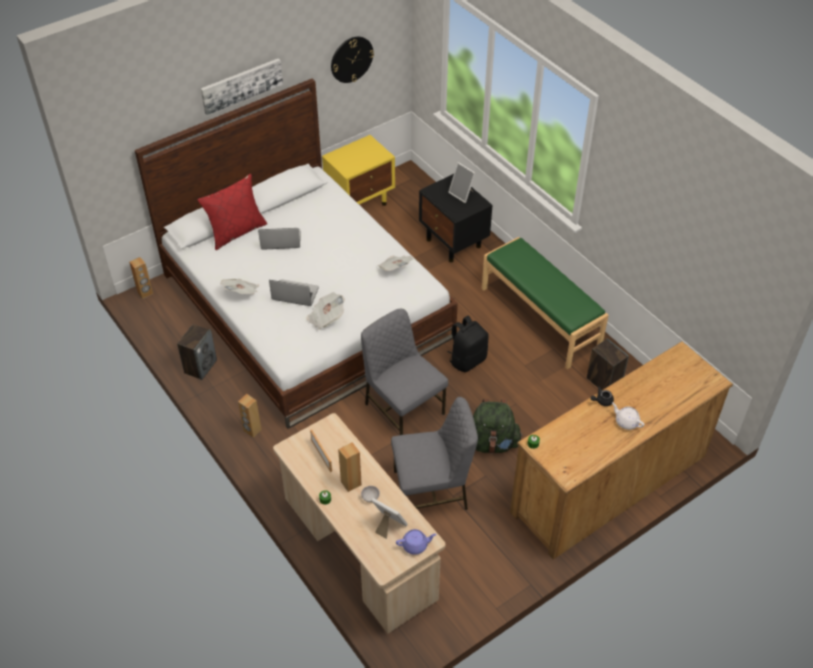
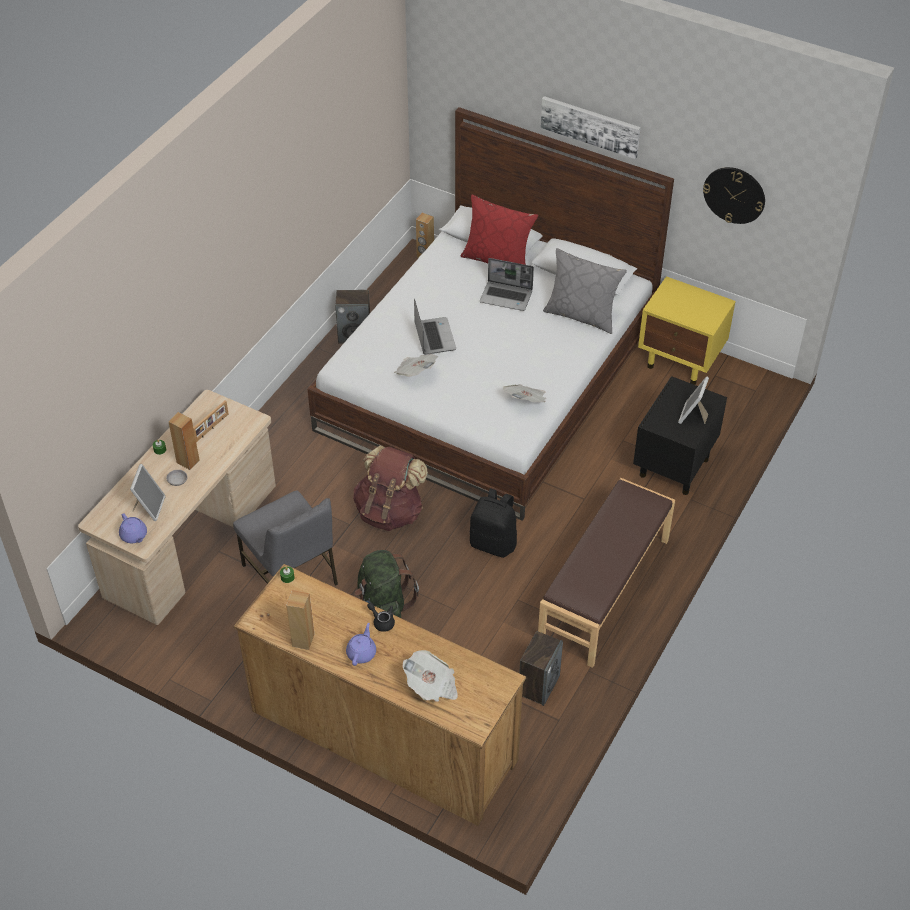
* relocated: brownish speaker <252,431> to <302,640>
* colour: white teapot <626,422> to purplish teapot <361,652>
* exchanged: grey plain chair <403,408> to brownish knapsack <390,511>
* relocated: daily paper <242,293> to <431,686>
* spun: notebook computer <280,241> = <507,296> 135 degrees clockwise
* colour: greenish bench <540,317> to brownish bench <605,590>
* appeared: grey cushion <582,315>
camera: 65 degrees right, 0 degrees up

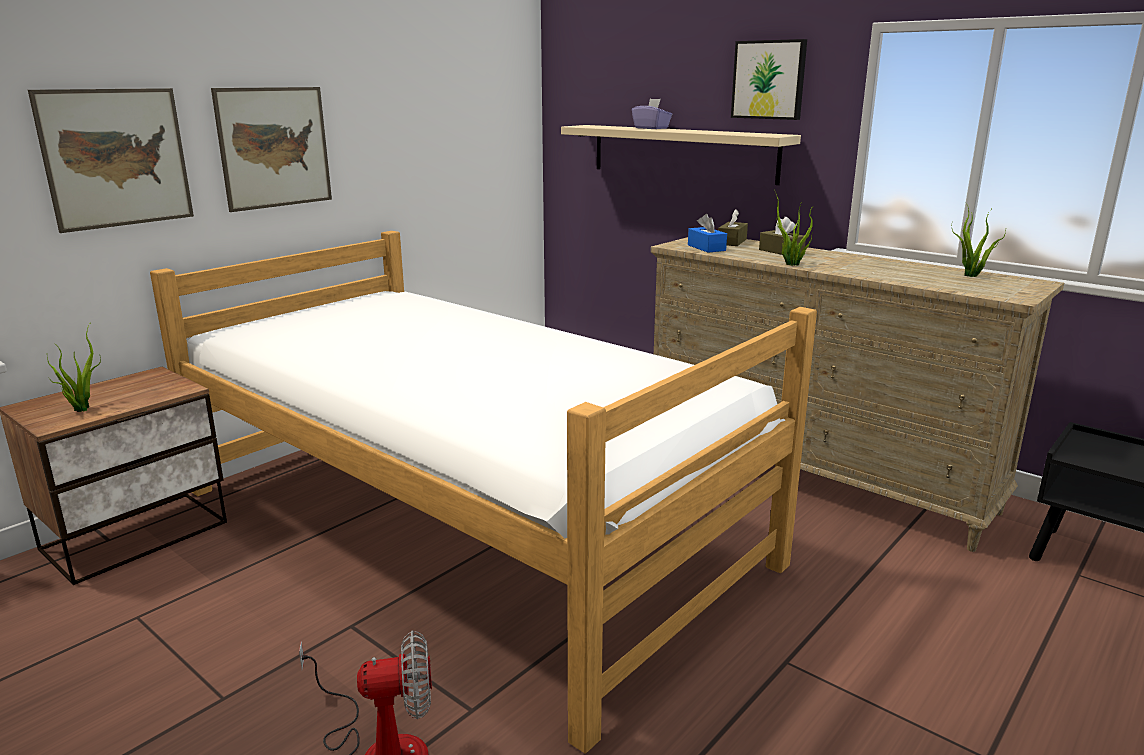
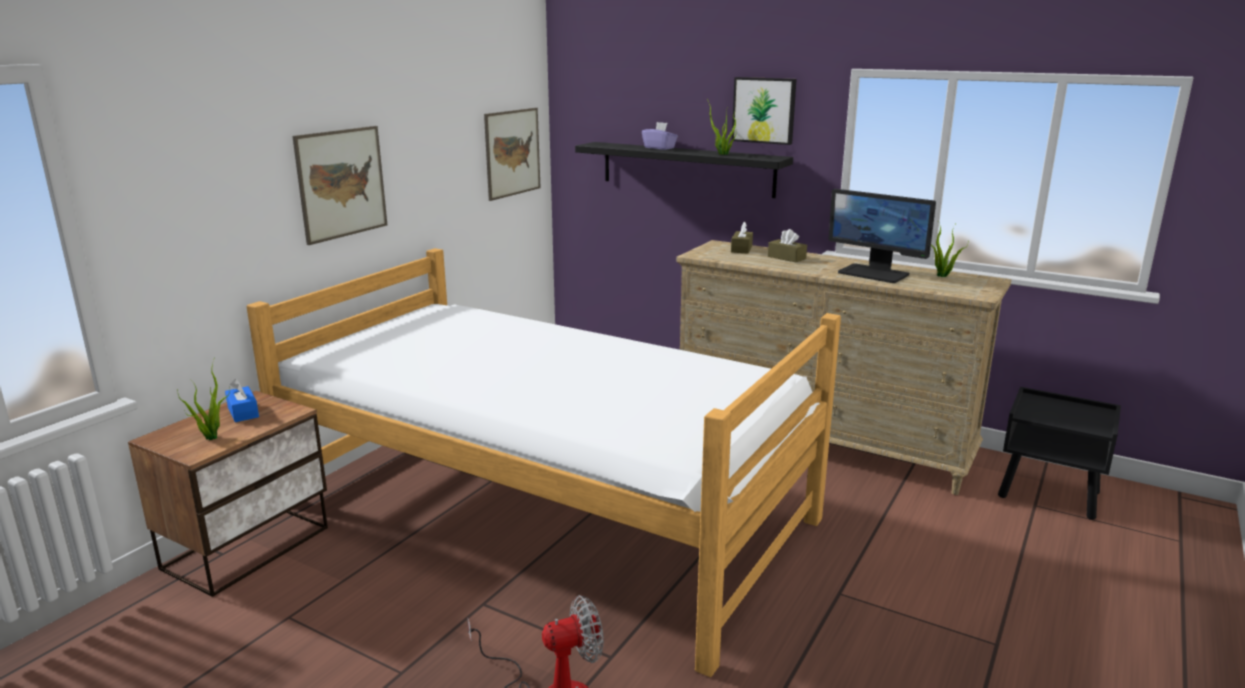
* relocated: blue tissue box <706,248> to <243,412>
* relocated: picture <116,158> to <512,153>
* colour: beige bracket shelf <682,153> to blackish bracket shelf <687,169>
* relocated: houseplant <790,264> to <721,154>
* appeared: computer screen <874,273>
camera: 10 degrees left, 0 degrees up

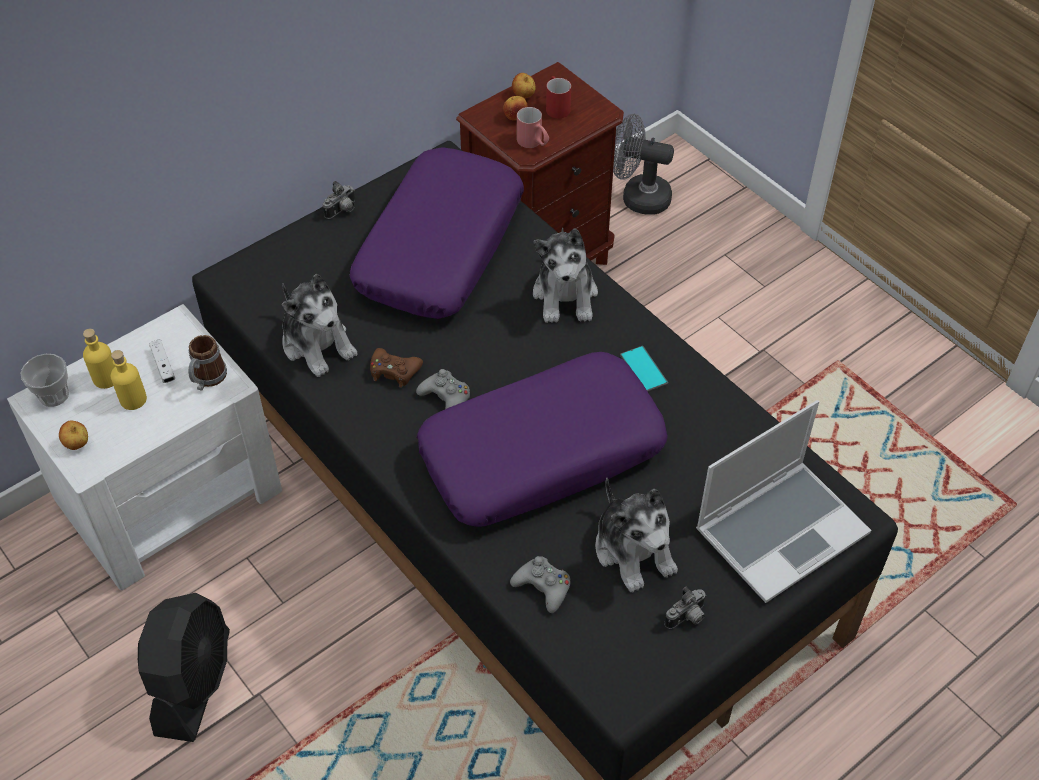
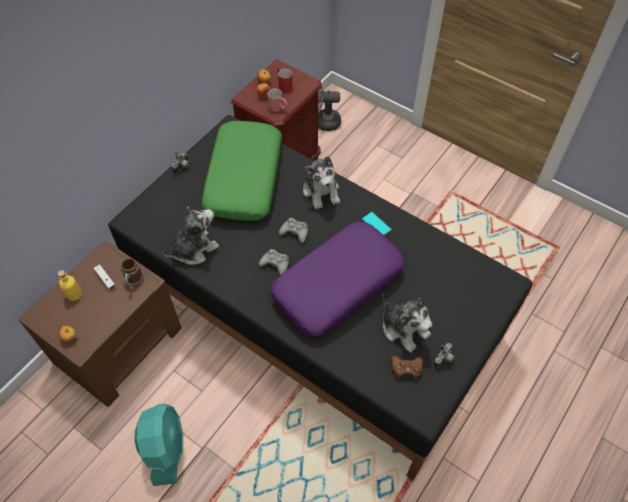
* colour: white bedside table <170,494> to brownish bedside table <119,344>
* colour: blackish fan <193,682> to turquoise fan <166,449>
* spun: soft toy <318,344> = <194,248> 75 degrees counterclockwise
* colour: purplish cushion <439,247> to greenish cushion <244,178>
* relocated: grey game controller <543,587> to <295,232>
* relocated: brownish game controller <394,371> to <406,369>
* missing: small cup <53,395>
* missing: yellow-coloured bottle <133,399>
* missing: notebook computer <781,530>
camera: 15 degrees left, 5 degrees up

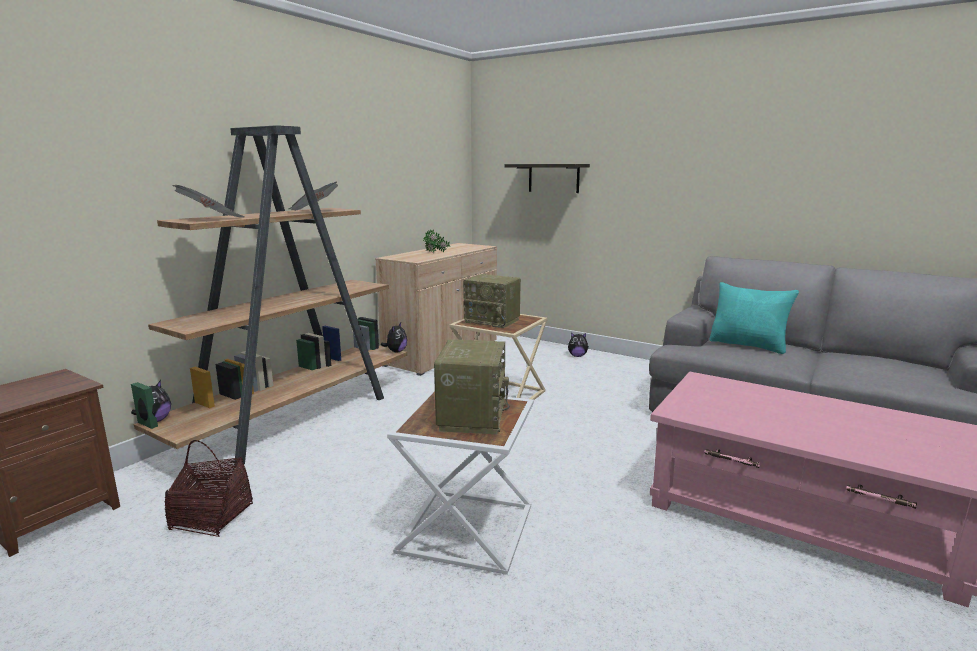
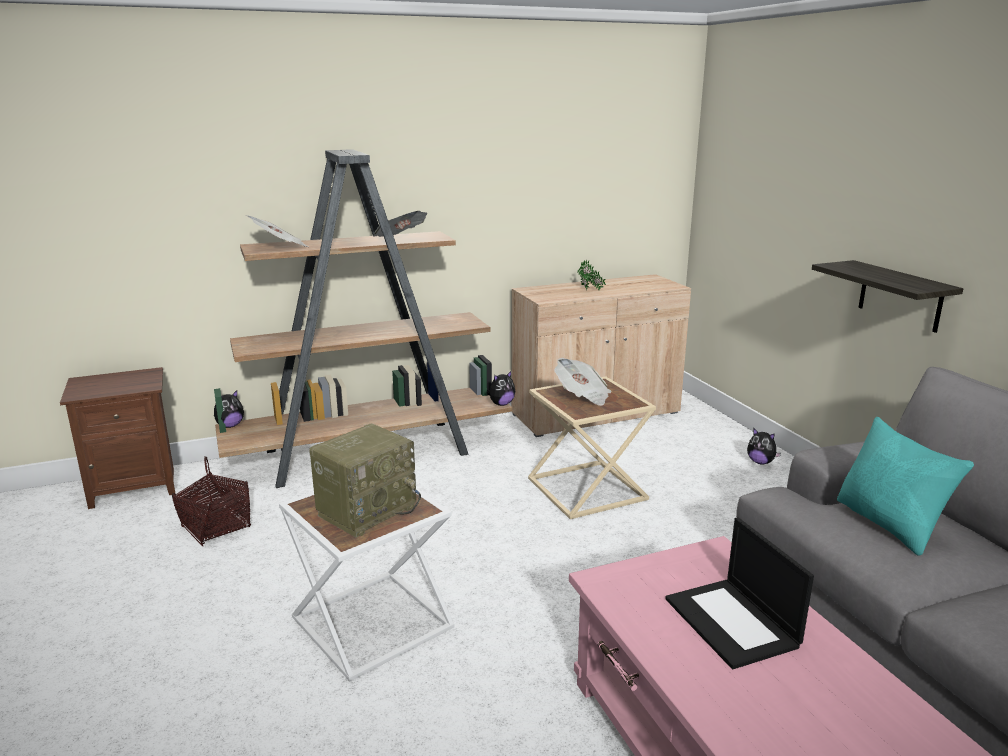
* exchanged: radio <493,321> to daily paper <582,396>
* appeared: notebook computer <733,623>
* relocated: bracket shelf <553,178> to <900,296>
camera: 35 degrees right, 5 degrees up

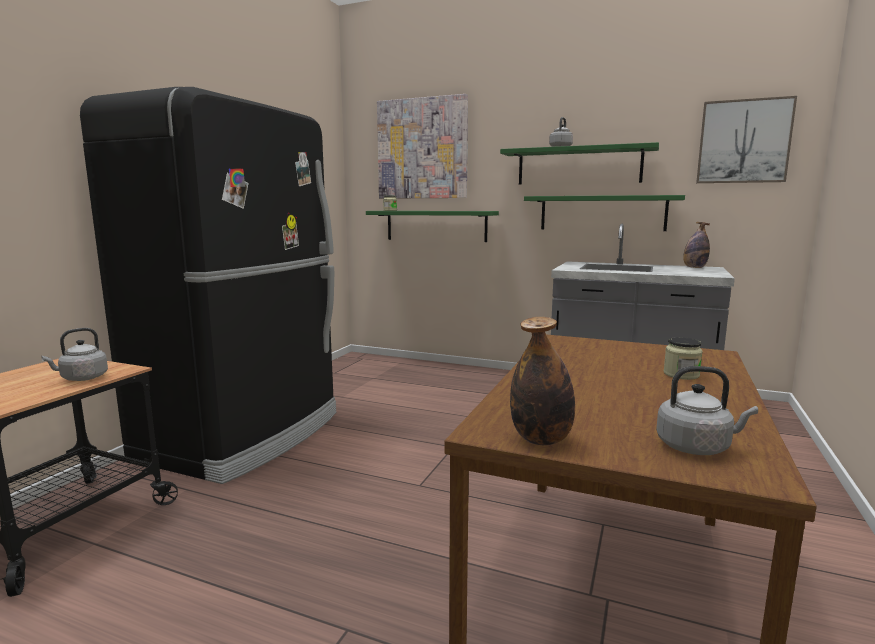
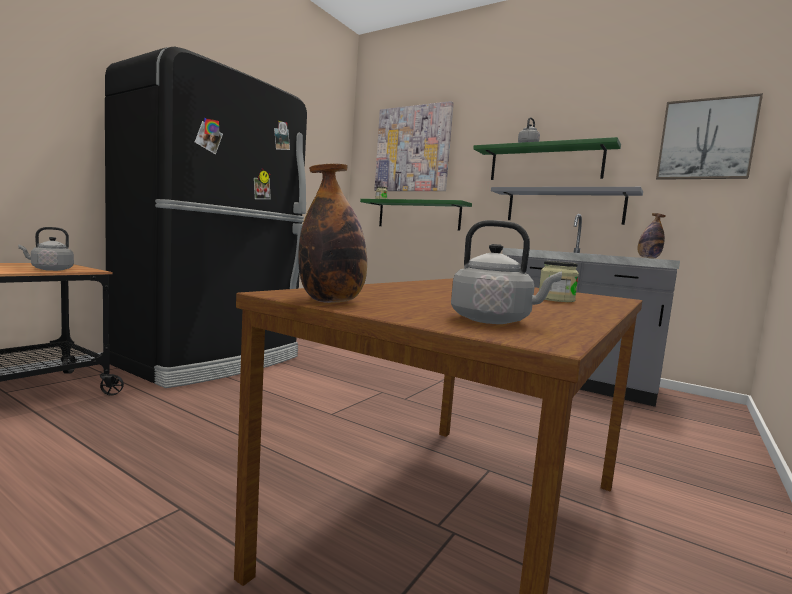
* colour: greenish bracket shelf <602,213> to grey bracket shelf <564,206>
camera: 10 degrees right, 5 degrees down

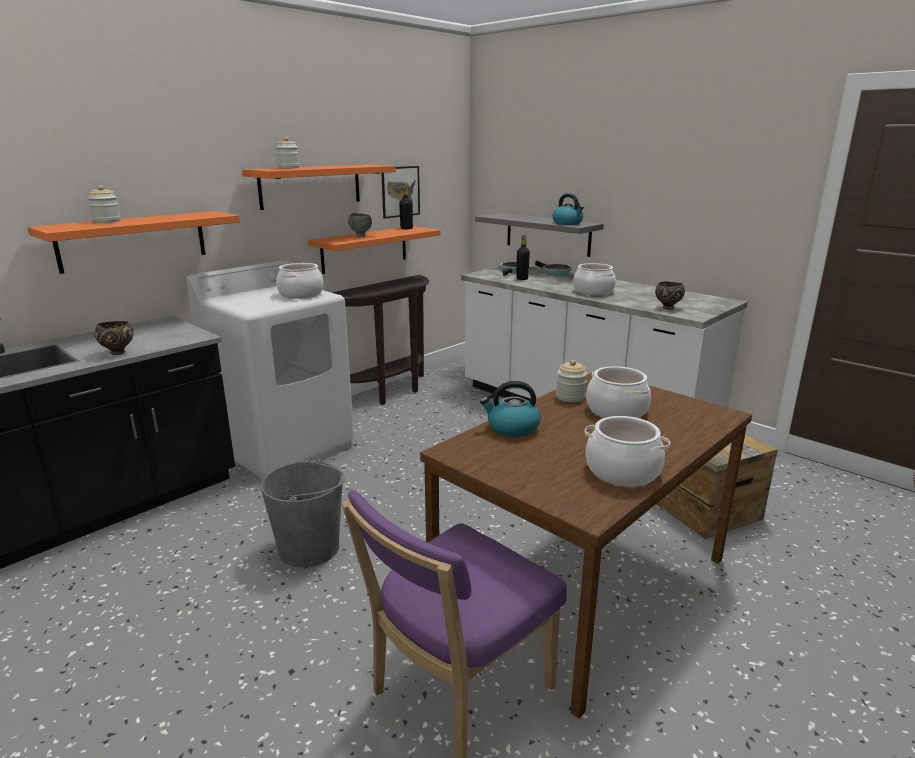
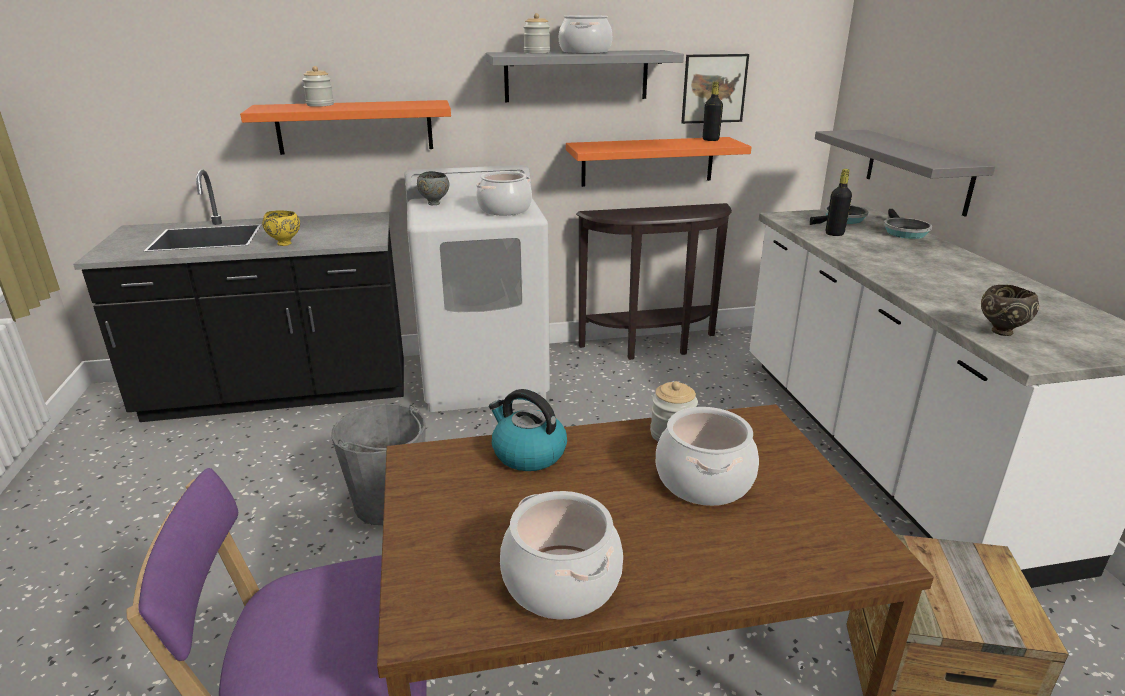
* colour: brownish bowl <118,352> to yellow-coloured bowl <285,243>
* relocated: grey bowl <361,236> to <434,204>
* colour: orangey bracket shelf <311,186> to grey bracket shelf <576,76>
* relocated: cooking pot <593,292> to <585,52>
* missing: tea kettle <568,223>
camera: 35 degrees right, 5 degrees up

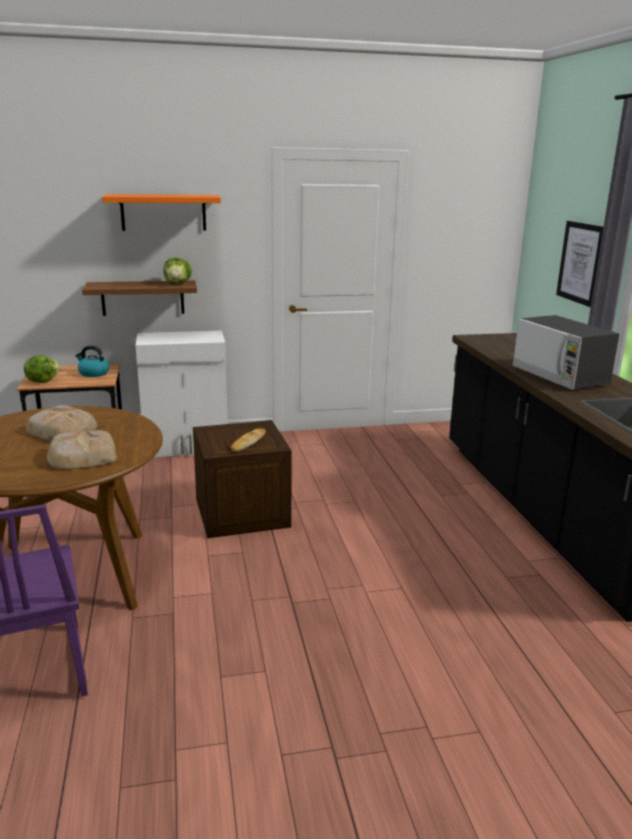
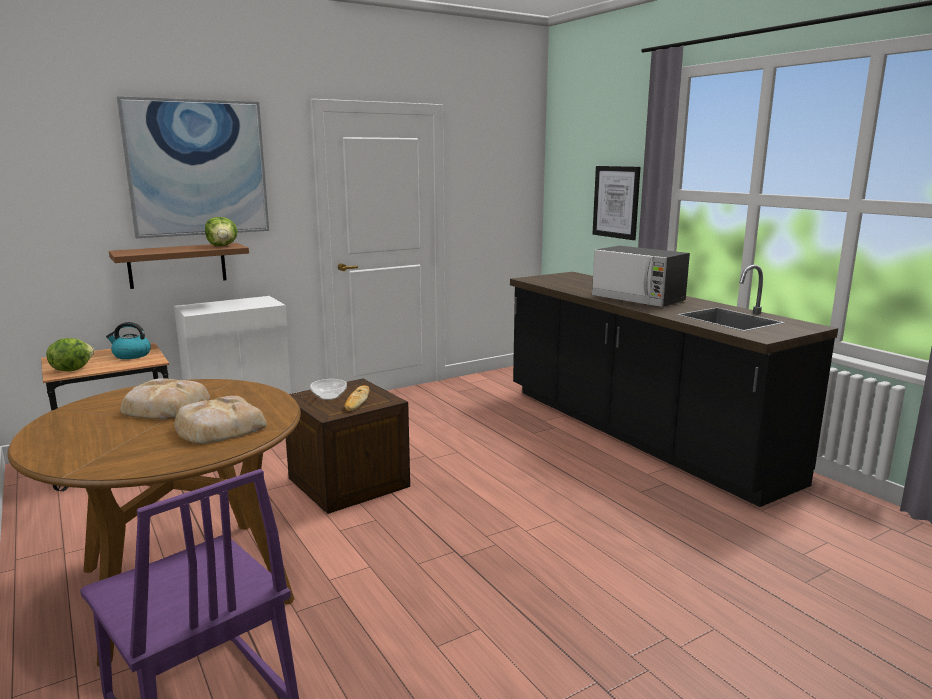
* exchanged: orangey bracket shelf <163,212> to picture <197,168>
* appeared: bowl <328,396>
camera: 20 degrees left, 5 degrees down

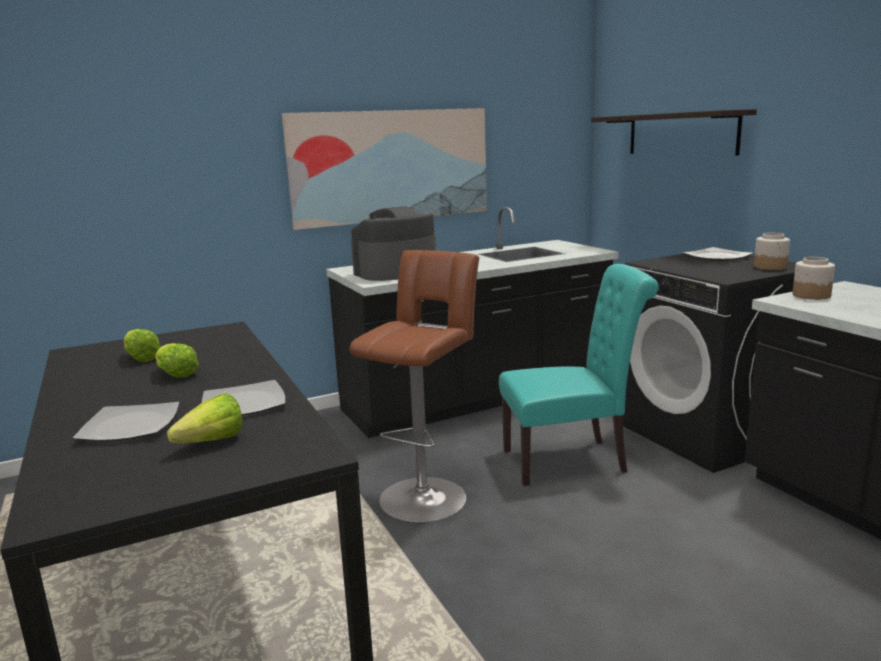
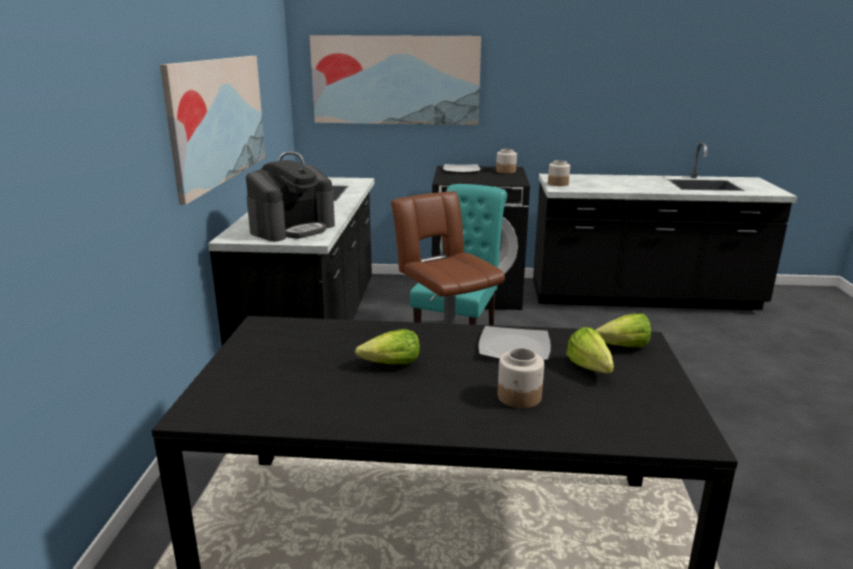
* spun: coffee maker <395,272> = <292,228> 135 degrees counterclockwise
* exchanged: bracket shelf <681,134> to picture <395,80>
* exchanged: plate <129,426> to preserve jar <519,397>
* relocated: lettuce head <141,357> to <618,347>
camera: 60 degrees left, 5 degrees up

